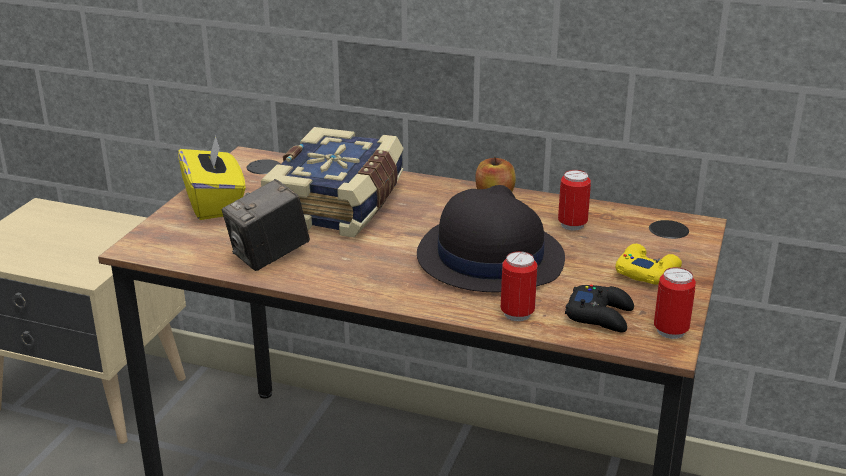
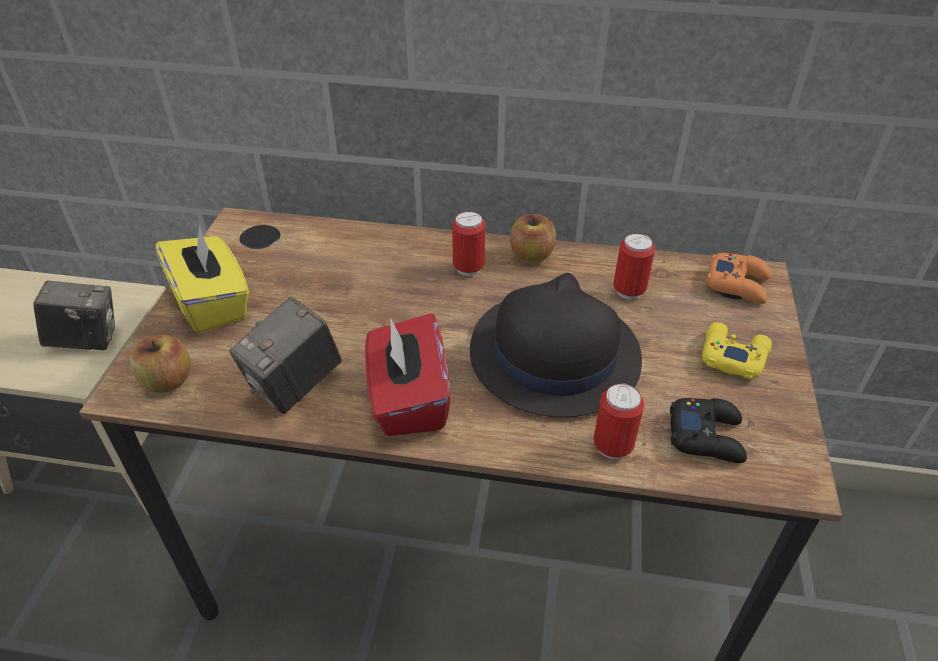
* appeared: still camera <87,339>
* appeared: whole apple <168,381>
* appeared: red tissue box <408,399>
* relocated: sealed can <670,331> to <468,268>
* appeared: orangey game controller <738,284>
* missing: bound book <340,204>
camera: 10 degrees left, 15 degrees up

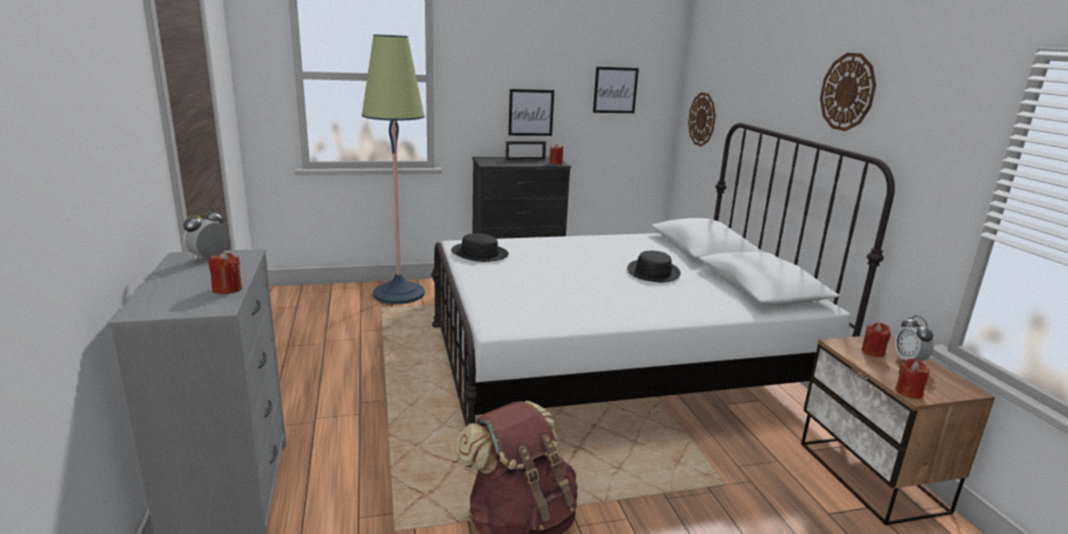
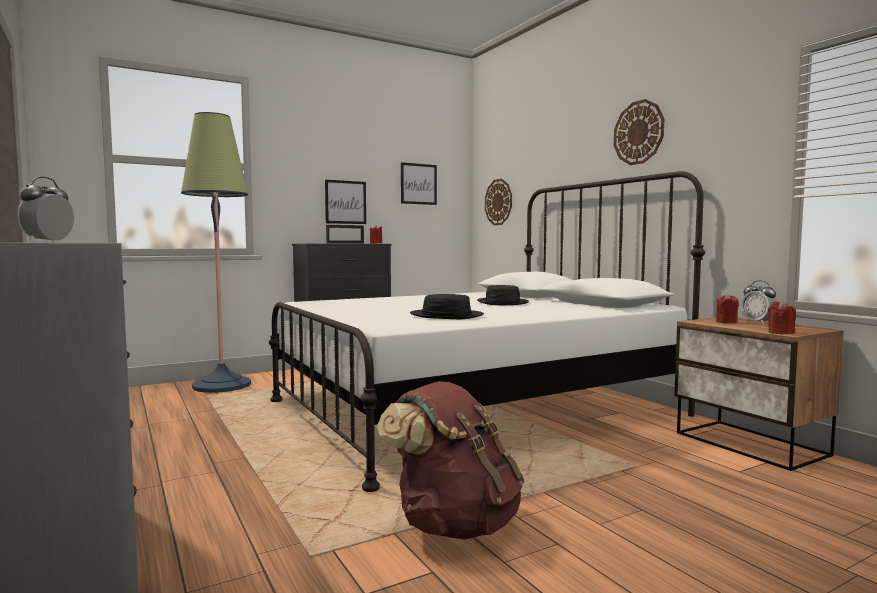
* relocated: blackish hat <479,253> to <446,316>
* missing: red candle <227,289>
camera: 15 degrees left, 15 degrees down

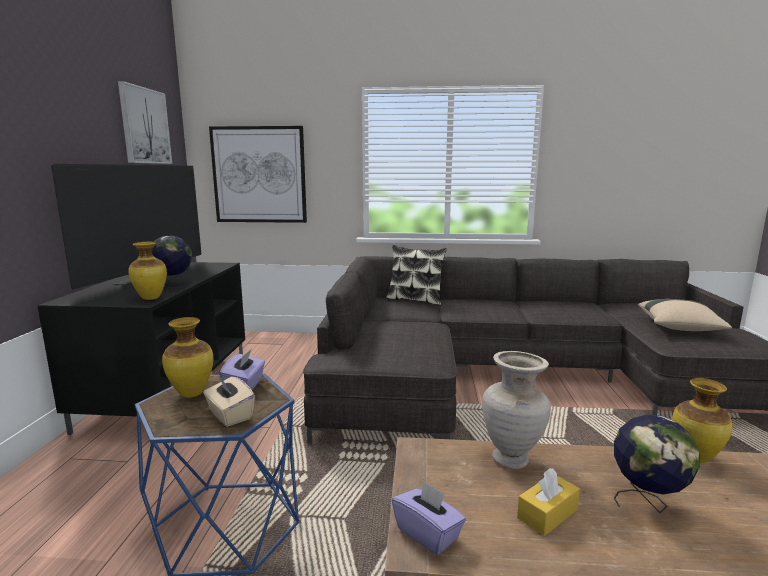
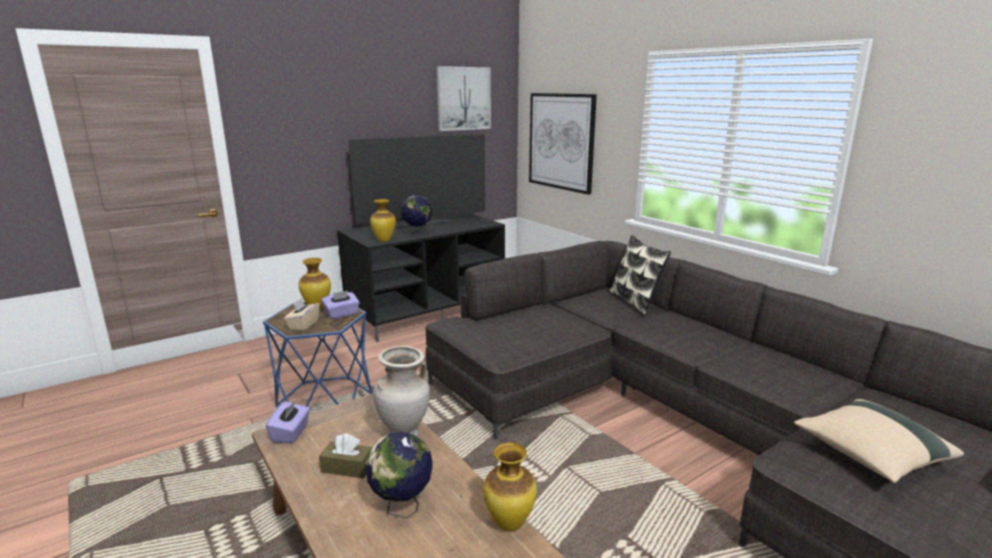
* colour: yellow-coloured tissue box <547,514> to brownish tissue box <347,468>
camera: 50 degrees right, 5 degrees up

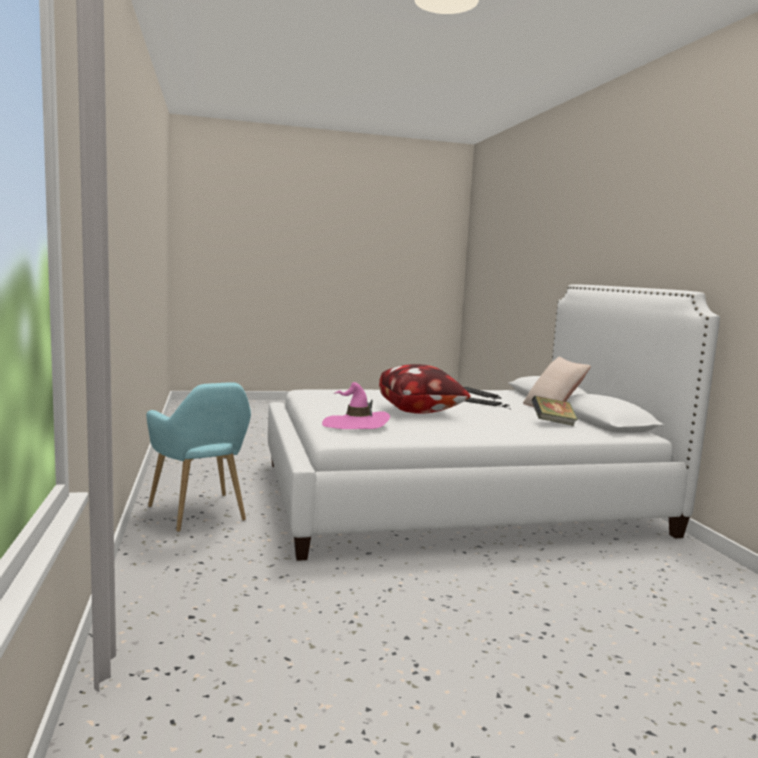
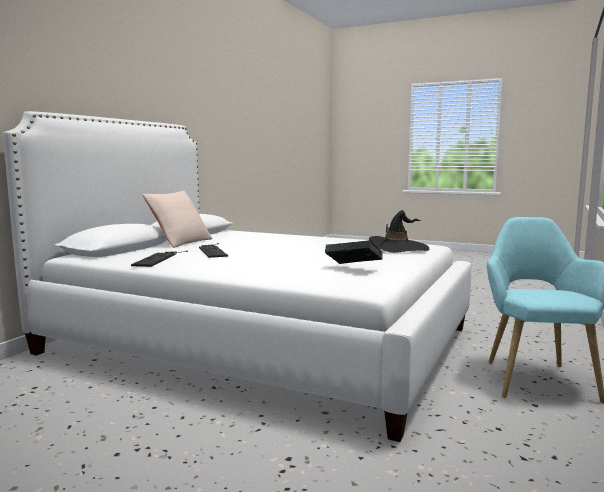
* relocated: bound book <553,423> to <353,268>
* colour: pink-coloured hat <356,425> to blackish hat <398,248>
* missing: cushion <420,411>
camera: 140 degrees left, 0 degrees up

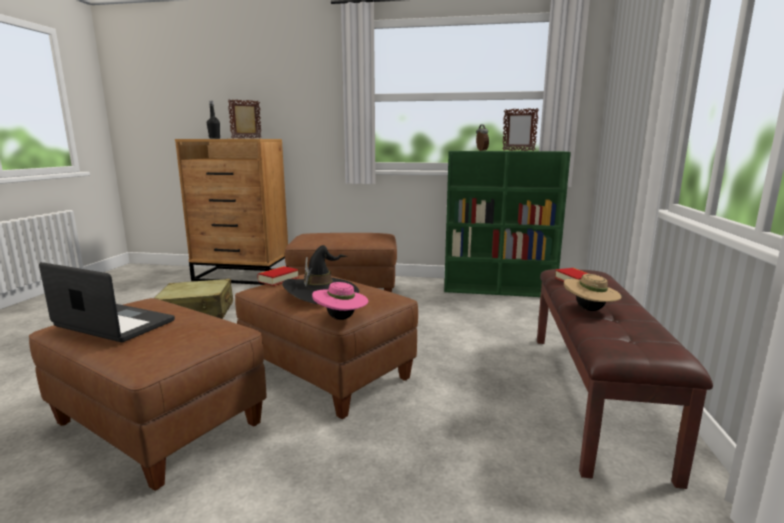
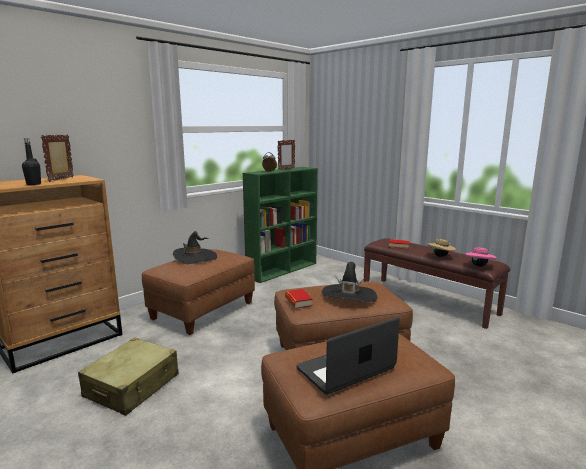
* appeared: blackish hat <195,257>
* relocated: pink-coloured hat <341,319> to <479,266>
camera: 55 degrees left, 0 degrees up

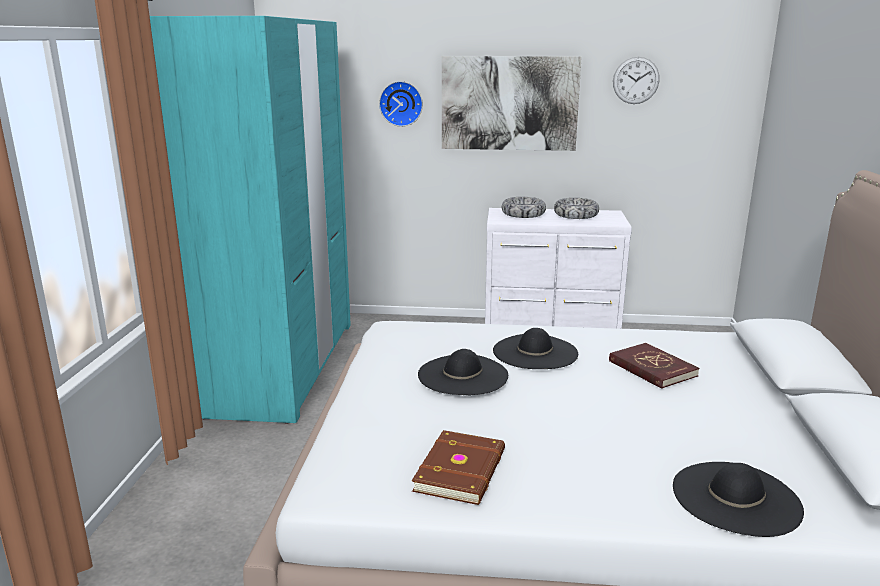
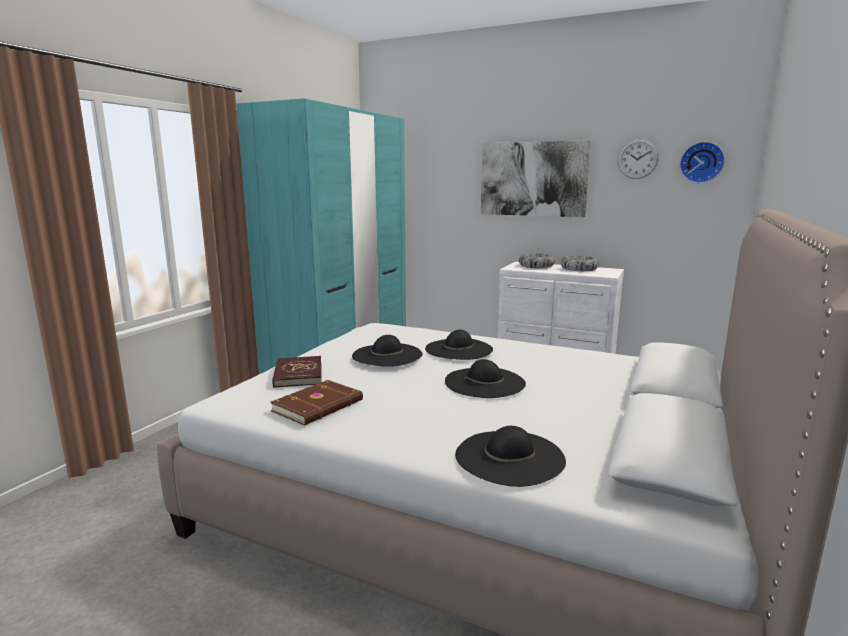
* relocated: red bound book <652,368> to <298,374>
* appeared: blackish hat <485,382>
* relocated: wall clock <401,103> to <701,162>
camera: 20 degrees right, 5 degrees down

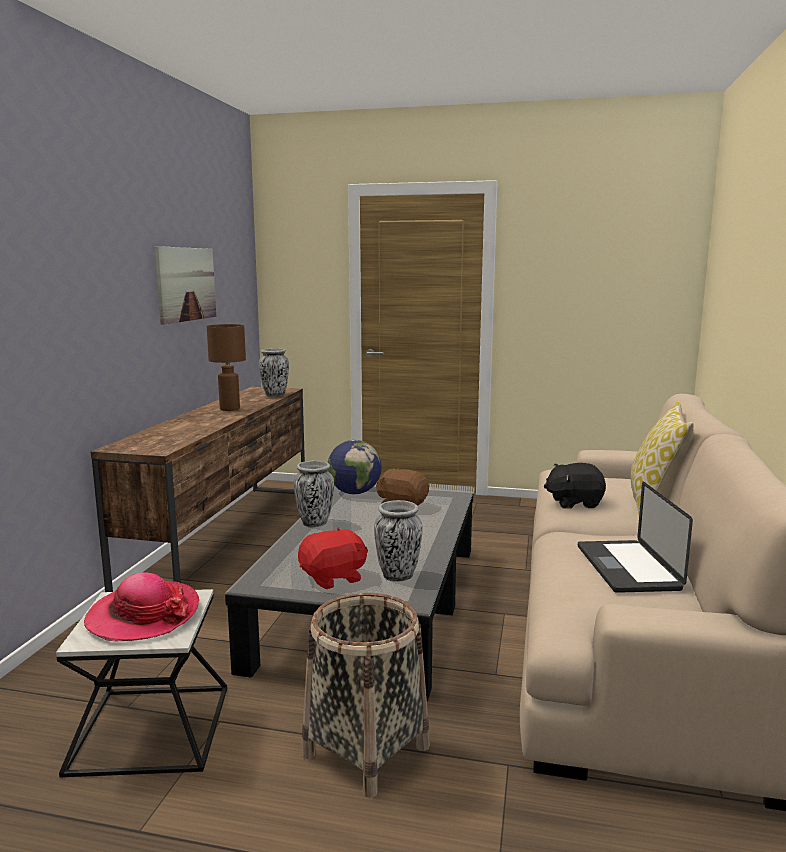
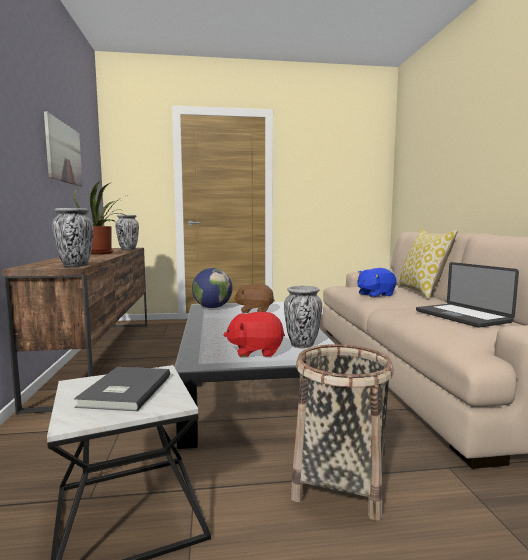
* relocated: flower vase <314,523> to <75,265>
* exchanged: brownish tabletop lamp <230,409> to houseplant <103,253>
* exchanged: hat <143,615> to grey bound book <123,391>
* spun: red soft toy <333,578> = <256,351> 135 degrees counterclockwise
* colour: blackish soft toy <574,503> to blue soft toy <375,295>
camera: 20 degrees left, 5 degrees down

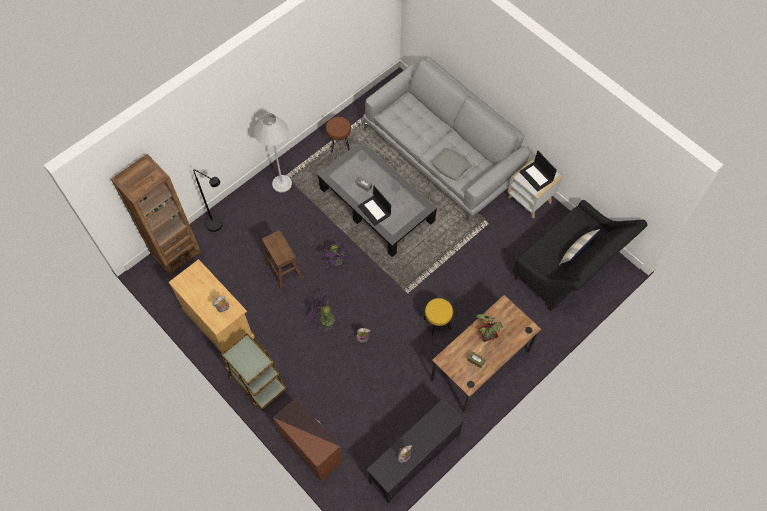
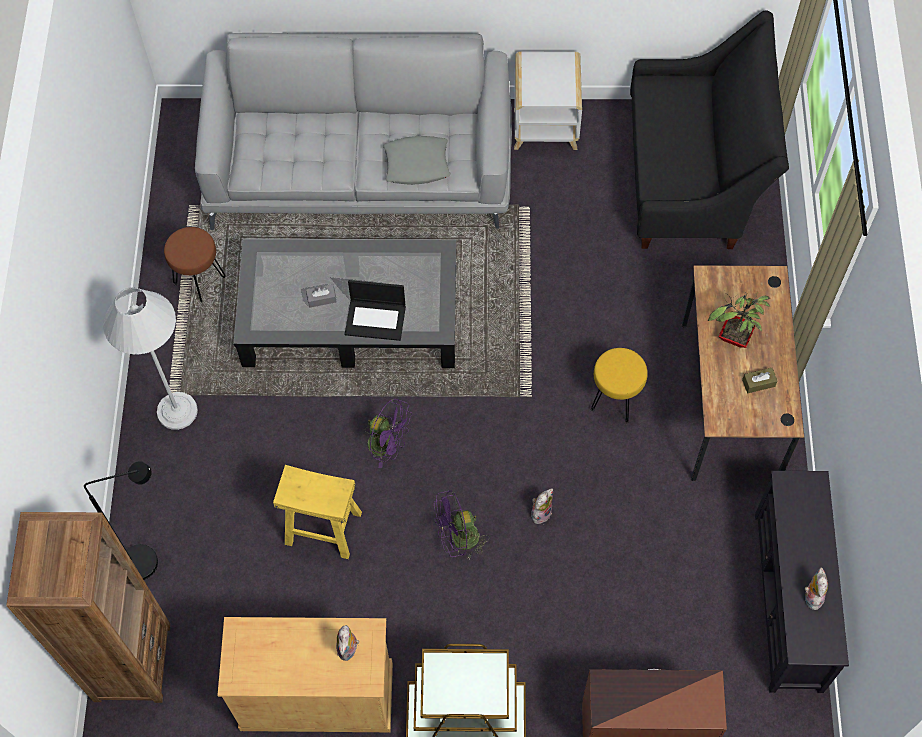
* colour: brownish stool seat <283,269> to yellow-coloured stool seat <323,528>
* missing: notebook computer <536,176>
* missing: cushion <576,252>
camera: 45 degrees left, 0 degrees up

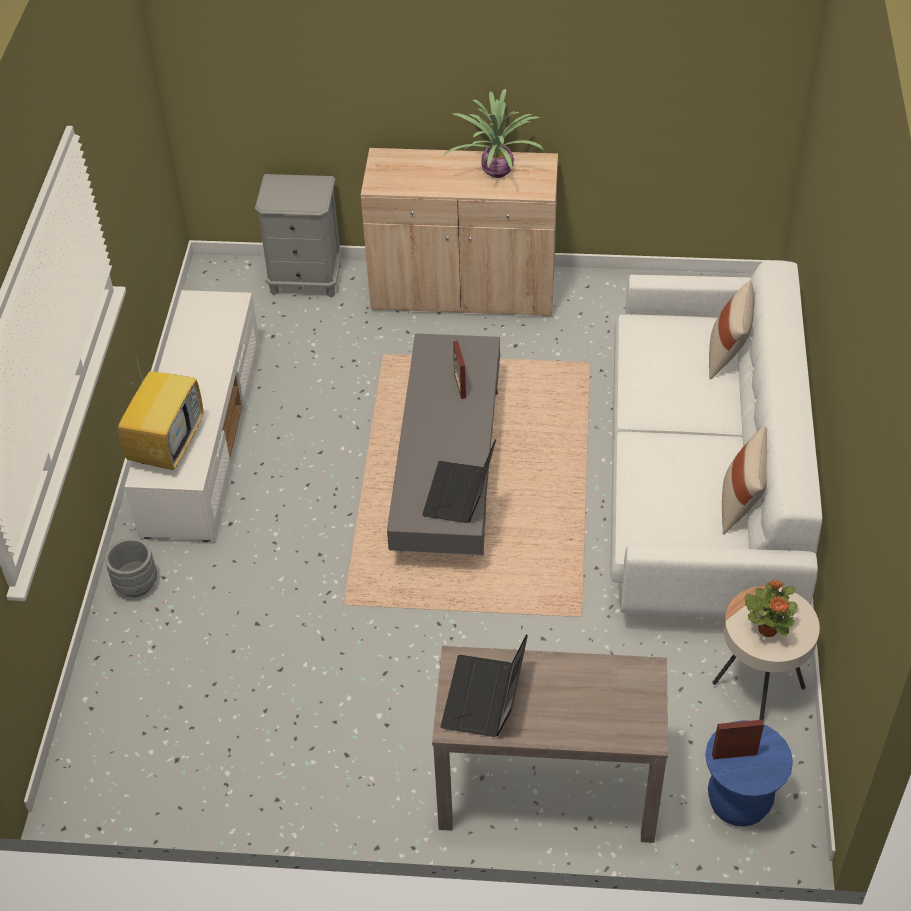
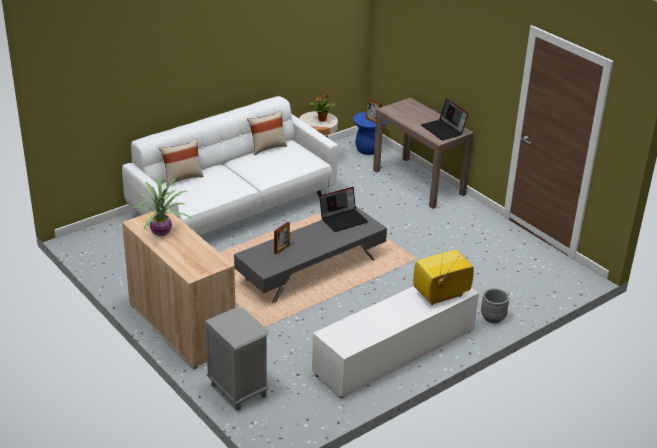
* spun: notebook computer <485,699> = <444,130> 90 degrees clockwise
camera: 135 degrees left, 15 degrees down

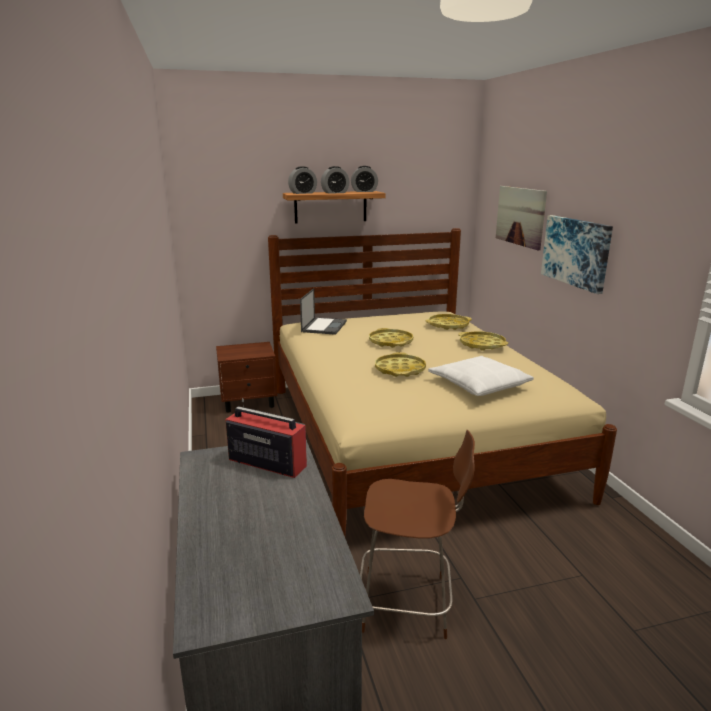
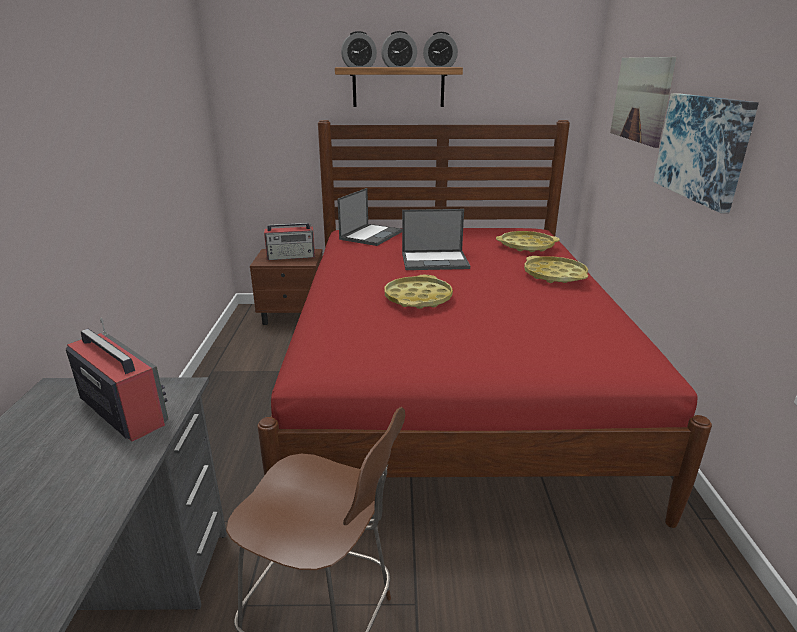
* colour: beige bedroom bed <408,437> to red bedroom bed <450,383>
* appeared: radio <292,256>
* exchanged: yellow-coloured serving tray <390,342> to notebook computer <435,261>
* missing: white cushion <478,384>
camera: 15 degrees right, 5 degrees up

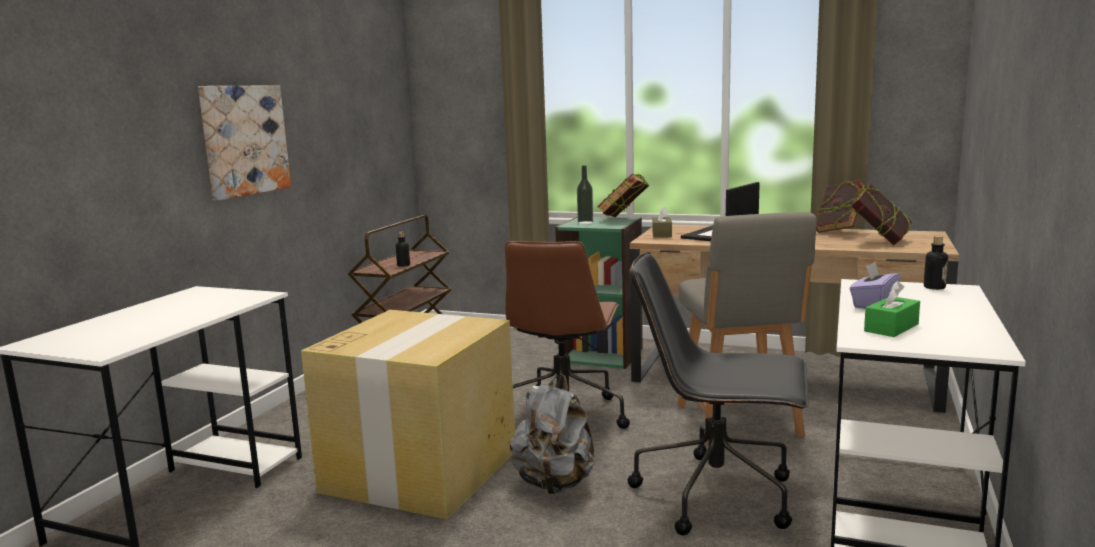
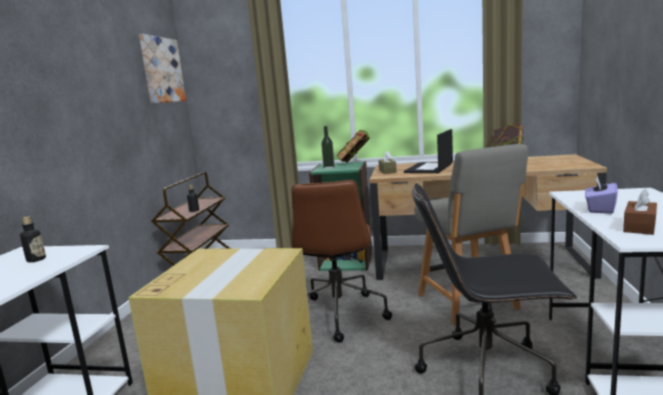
* relocated: bottle <934,287> to <36,259>
* relocated: picture <244,140> to <162,70>
* colour: greenish tissue box <891,328> to brownish tissue box <639,226>
* missing: grey knapsack <554,484>
* missing: bound book <880,241>
camera: 10 degrees left, 0 degrees up

